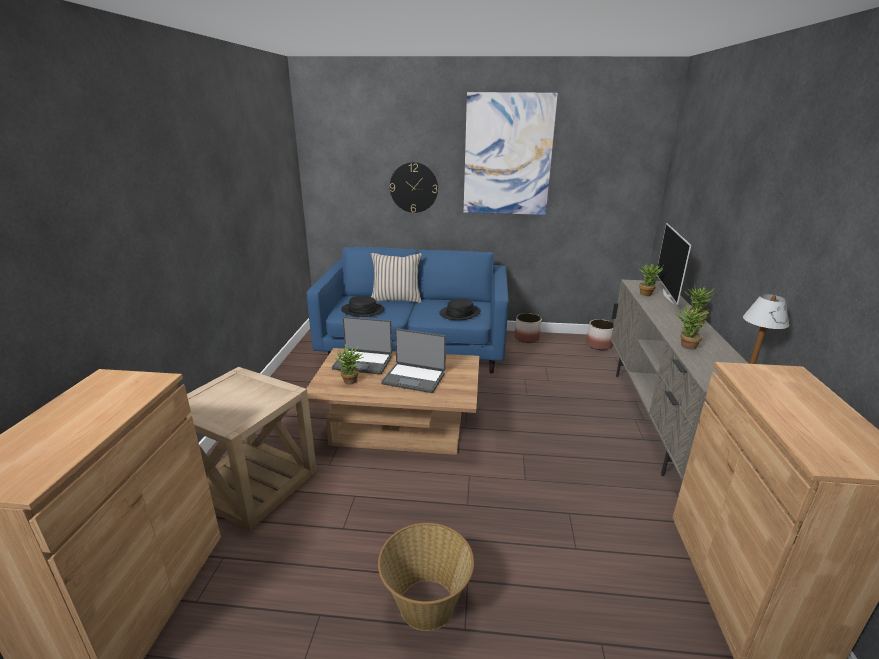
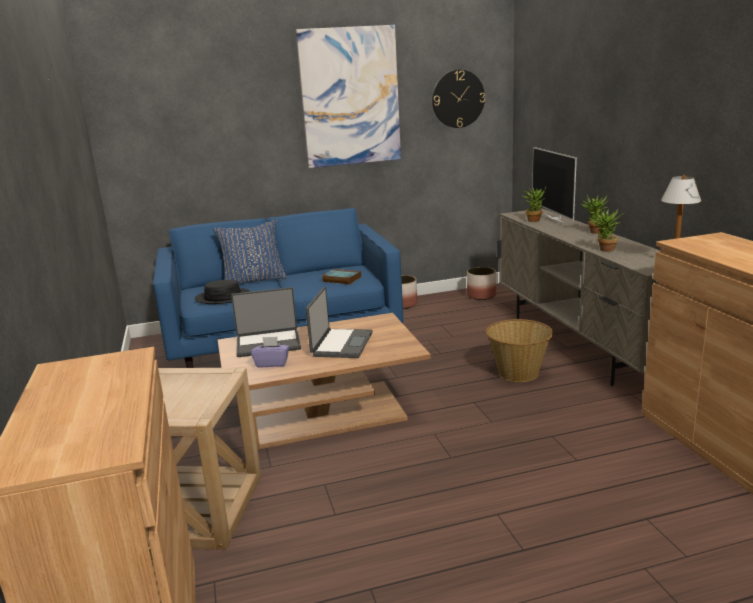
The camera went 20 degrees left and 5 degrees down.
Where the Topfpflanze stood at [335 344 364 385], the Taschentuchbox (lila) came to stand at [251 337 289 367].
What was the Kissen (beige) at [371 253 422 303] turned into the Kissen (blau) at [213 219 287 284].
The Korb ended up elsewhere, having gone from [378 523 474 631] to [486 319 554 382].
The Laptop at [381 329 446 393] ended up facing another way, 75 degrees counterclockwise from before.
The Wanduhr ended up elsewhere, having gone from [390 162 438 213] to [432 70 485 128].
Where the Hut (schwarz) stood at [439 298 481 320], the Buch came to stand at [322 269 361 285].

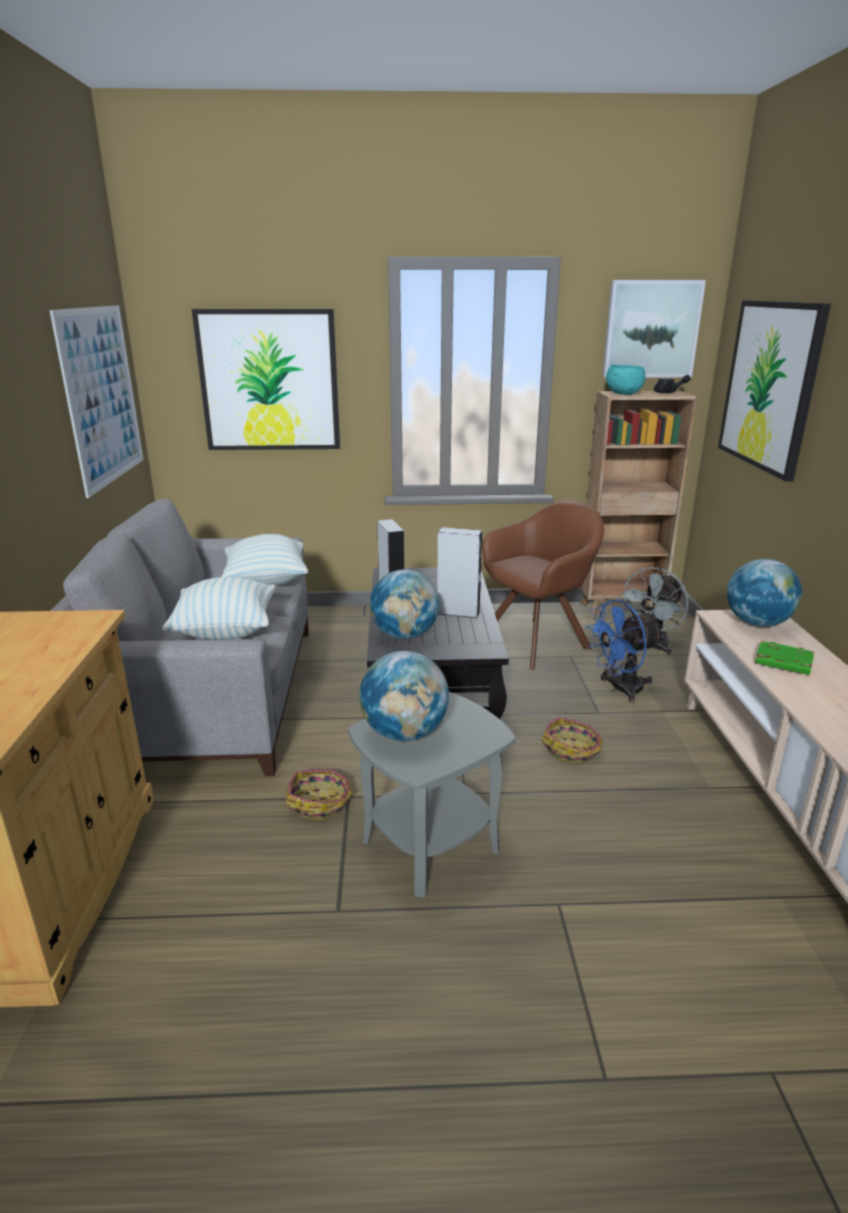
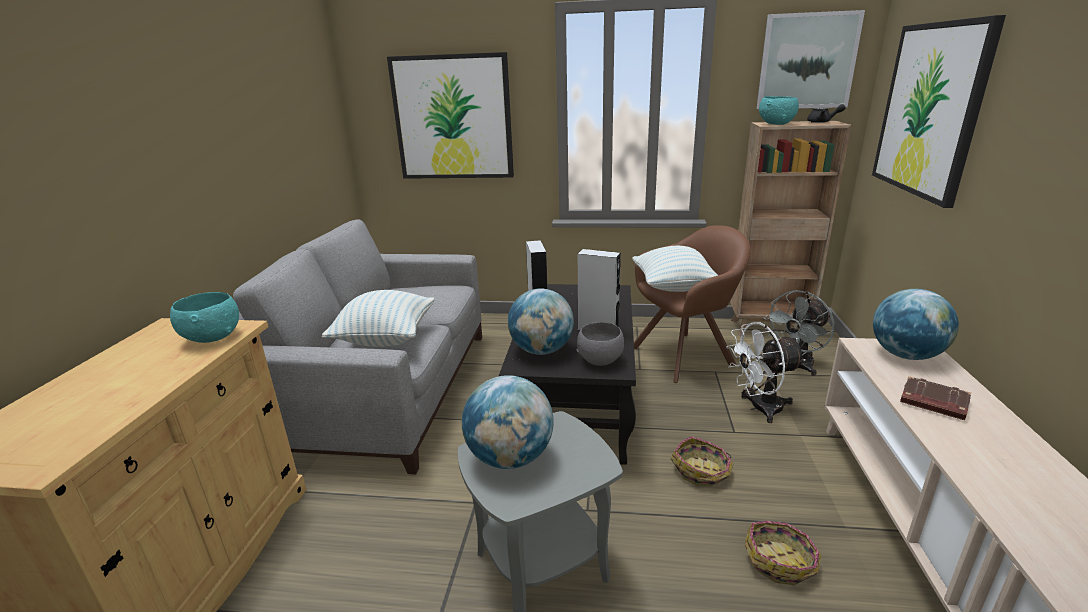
The camera went 10 degrees right and 0 degrees up.
The second view lost the Bild at [50 306 144 498].
The Kissen ended up elsewhere, having gone from [222 534 308 586] to [632 246 718 292].
The Korb ended up elsewhere, having gone from [286 770 352 821] to [745 521 822 585].
What was the Ventilator (blau) at [585 599 665 703] turned into the Ventilator (weiß) at [726 322 806 423].
What was the Buch (grün) at [755 641 814 675] turned into the Buch (braun) at [900 376 971 420].
The second view gained the Schüssel (türkis) at [170 292 239 343].
The second view gained the Schüssel (grau) at [577 322 624 366].

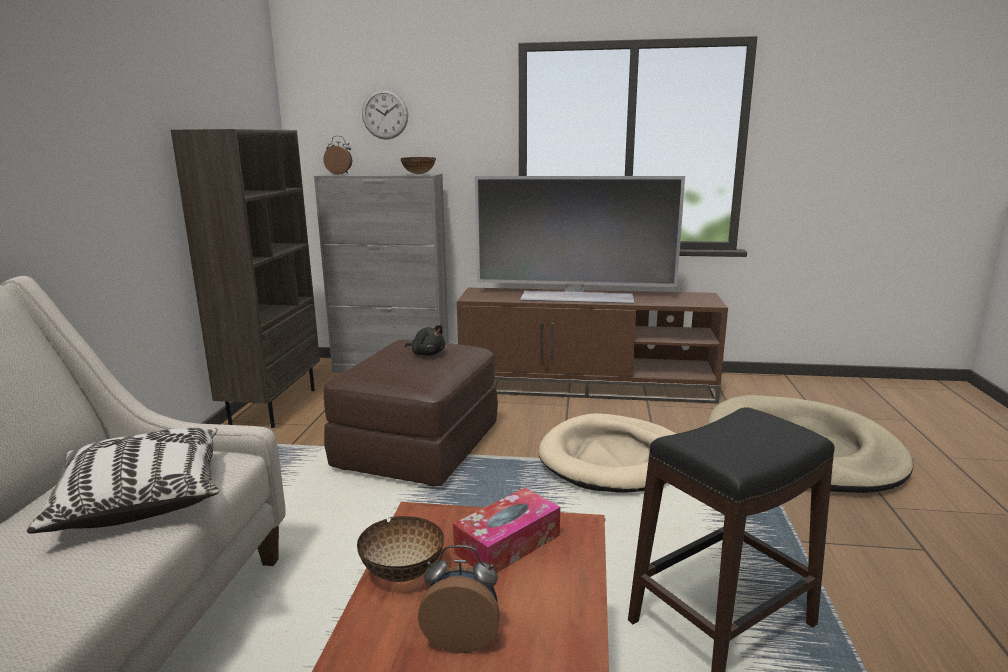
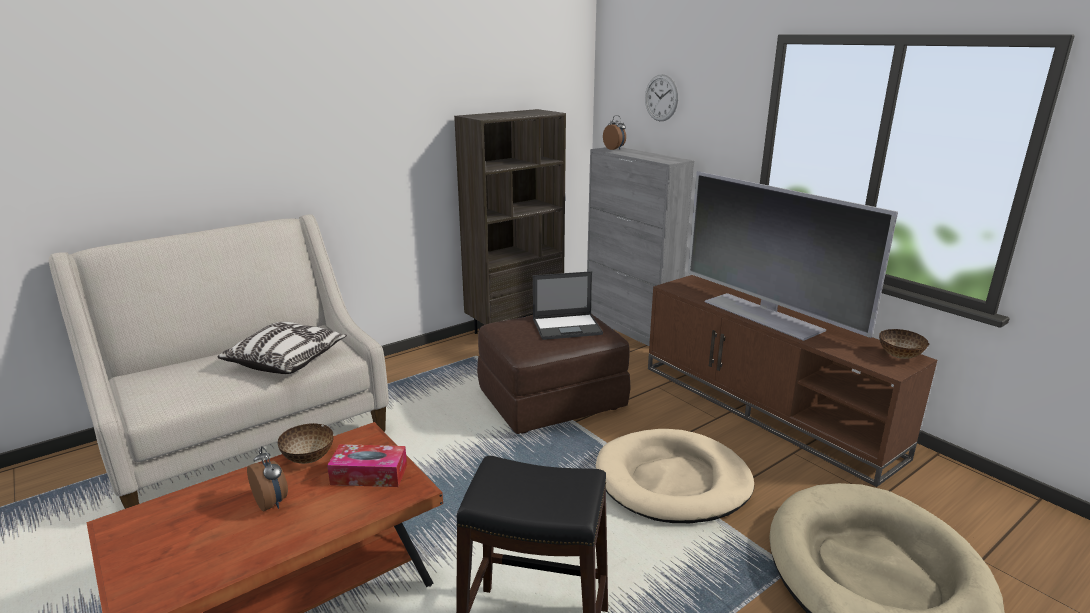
The camera went 45 degrees right and 5 degrees up.
The Schüssel ended up elsewhere, having gone from [401 157 436 174] to [879 329 929 359].
Where the Plüschtier (schwarz) stood at [405 325 445 356], the Laptop came to stand at [533 271 603 340].

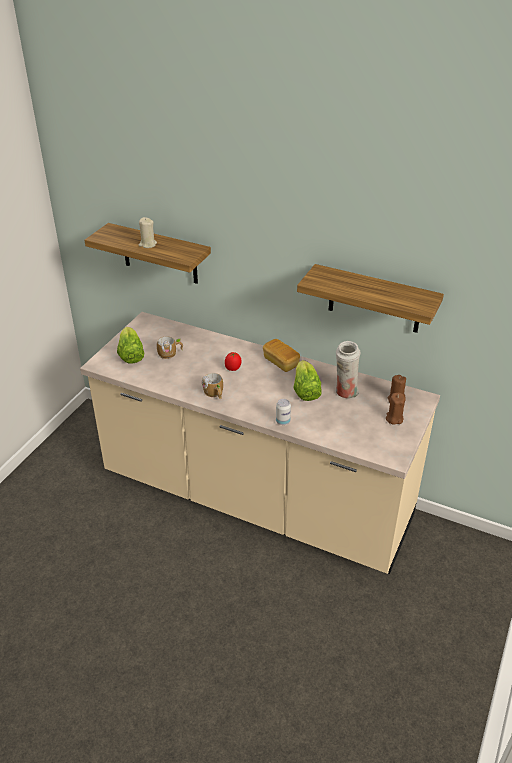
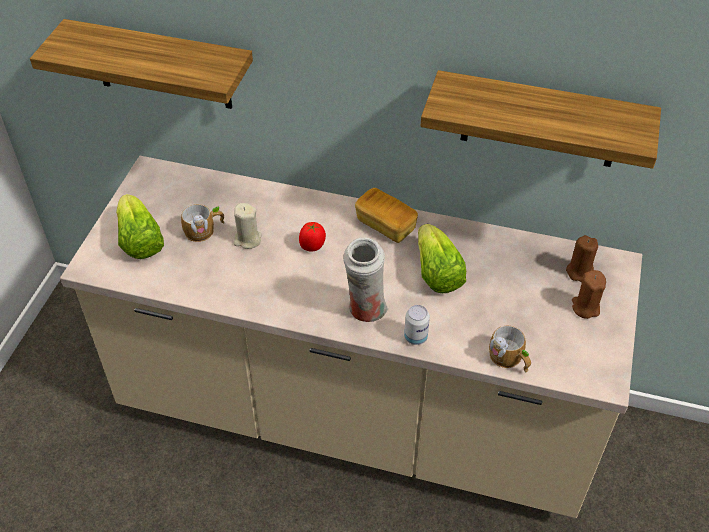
The camera went 10 degrees left and 10 degrees up.
The Kerze (beige) ended up elsewhere, having gone from [139 217 157 248] to [234 203 262 249].
The Henkelbecher ended up elsewhere, having gone from [202 373 223 399] to [489 326 531 372].
The Vase (weiß) ended up elsewhere, having gone from [336 341 361 399] to [343 237 388 322].

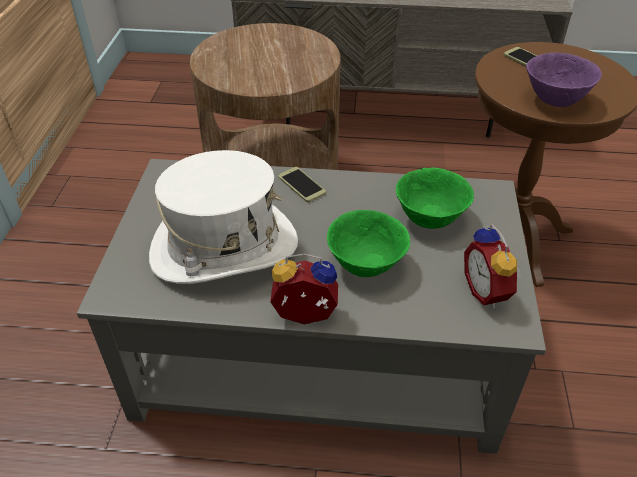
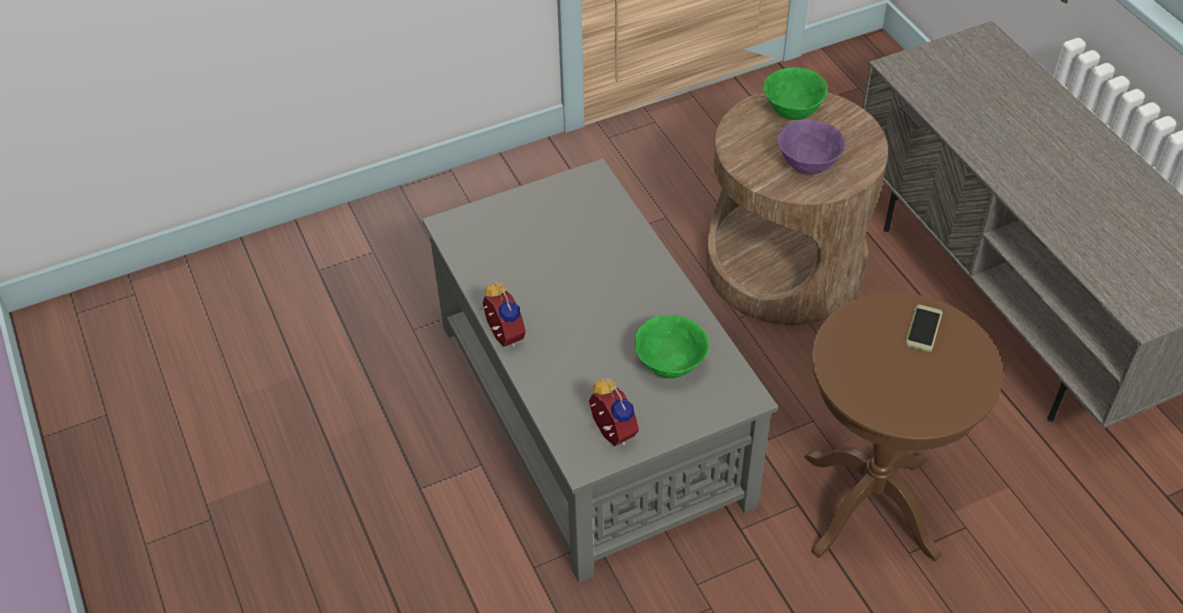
The camera went 60 degrees right and 5 degrees up.
The second view lost the Hut (weiß) at [149 150 298 284].
The second view lost the Handy at [278 167 326 202].
The Schüssel (grün) ended up elsewhere, having gone from [327 210 410 277] to [764 67 828 120].
The Wecker at [464 224 522 308] ended up facing another way, 105 degrees clockwise from before.
The Schüssel (lila) ended up elsewhere, having gone from [526 53 602 107] to [778 119 846 174].

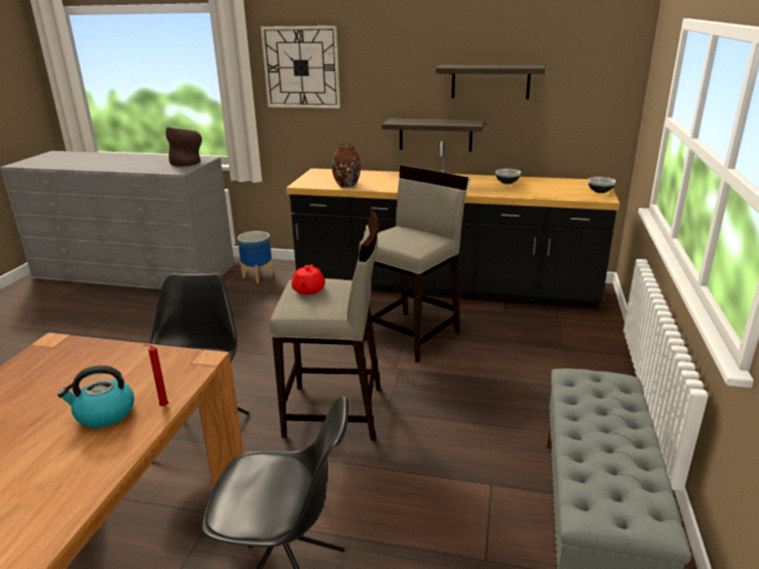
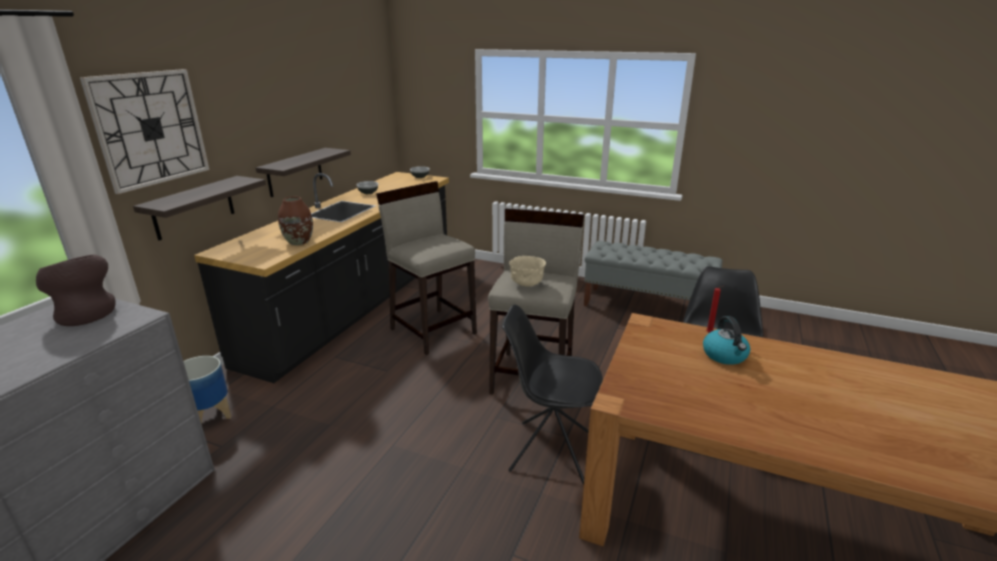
The camera went 80 degrees left and 0 degrees up.
Where the Teekanne (rot) stood at [291 265 325 295], the Schüssel (beige) came to stand at [509 256 546 287].
The Wandregal ended up elsewhere, having gone from [436 65 545 99] to [133 176 266 240].

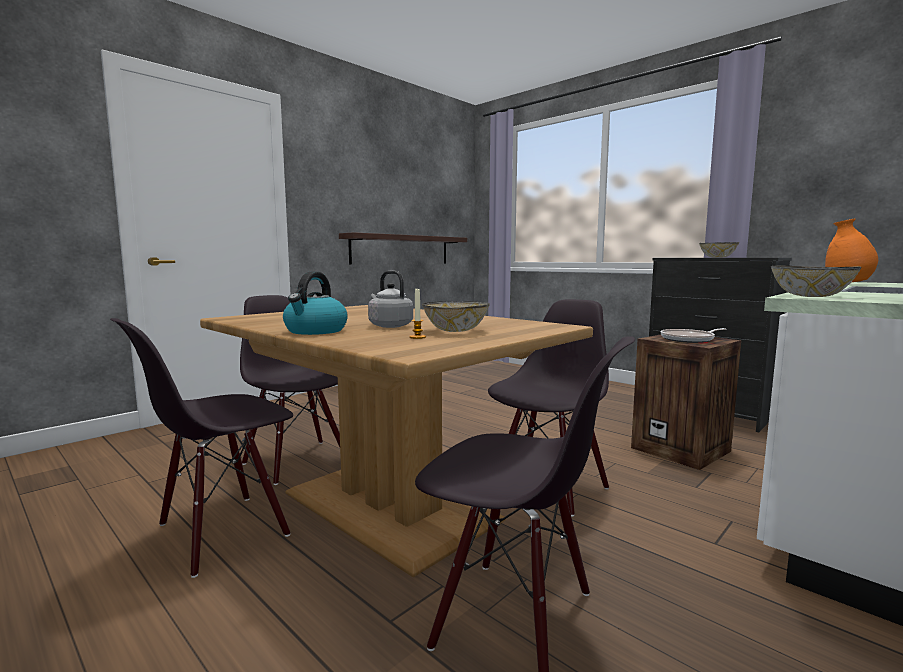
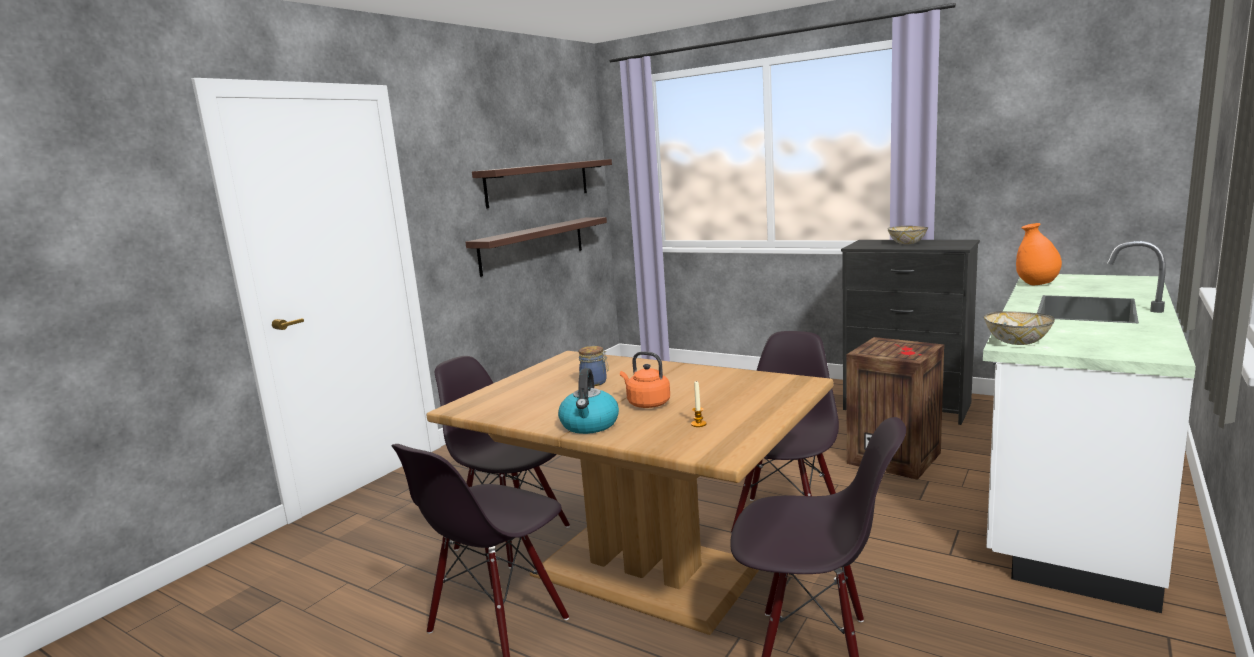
The camera went 10 degrees left and 5 degrees up.
What was the Wasserkessel (grau) at [368 271 413 328] turned into the Wasserkessel (orange) at [620 351 670 408].
The second view lost the Schüssel at [422 301 490 332].
The second view lost the Pfanne at [661 328 726 343].
The second view gained the Wandregal at [472 159 612 209].
The second view gained the Vorratsglas at [578 346 609 386].

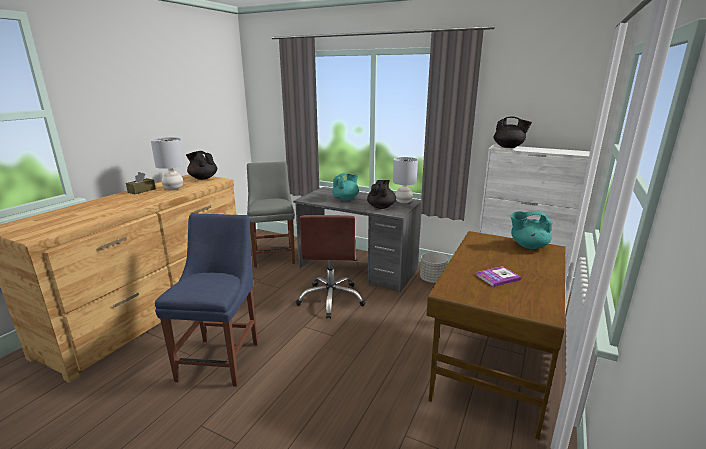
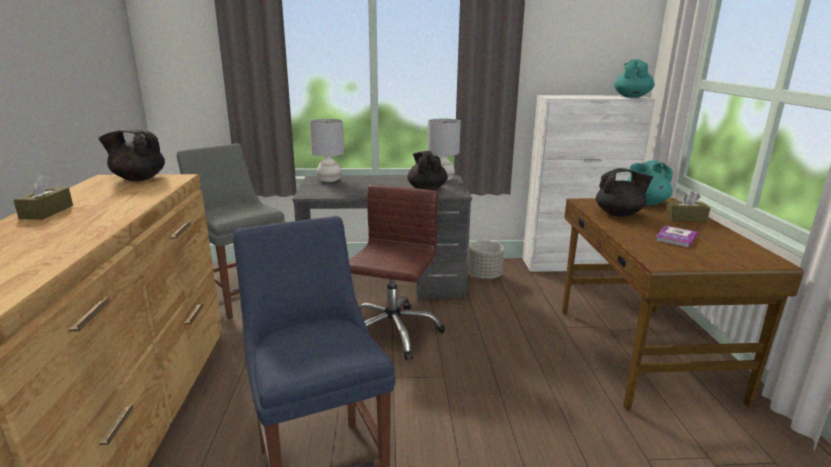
The camera went 30 degrees left and 0 degrees up.
The Tischlampe (grau) ended up elsewhere, having gone from [151 137 184 190] to [309 119 344 182].
The Bürostuhl (braun) at [296 215 366 319] ended up facing another way, 135 degrees counterclockwise from before.
The Teekanne (türkis) ended up elsewhere, having gone from [332 173 359 201] to [614 59 655 98].
The Teekanne (schwarz) ended up elsewhere, having gone from [494 117 532 148] to [596 168 653 216].
The second view gained the Taschentuchbox (braun) at [665 191 710 222].

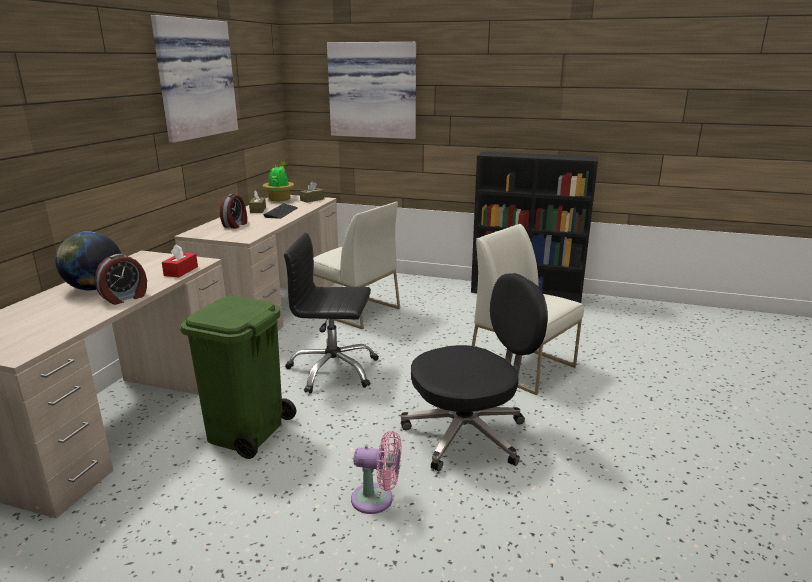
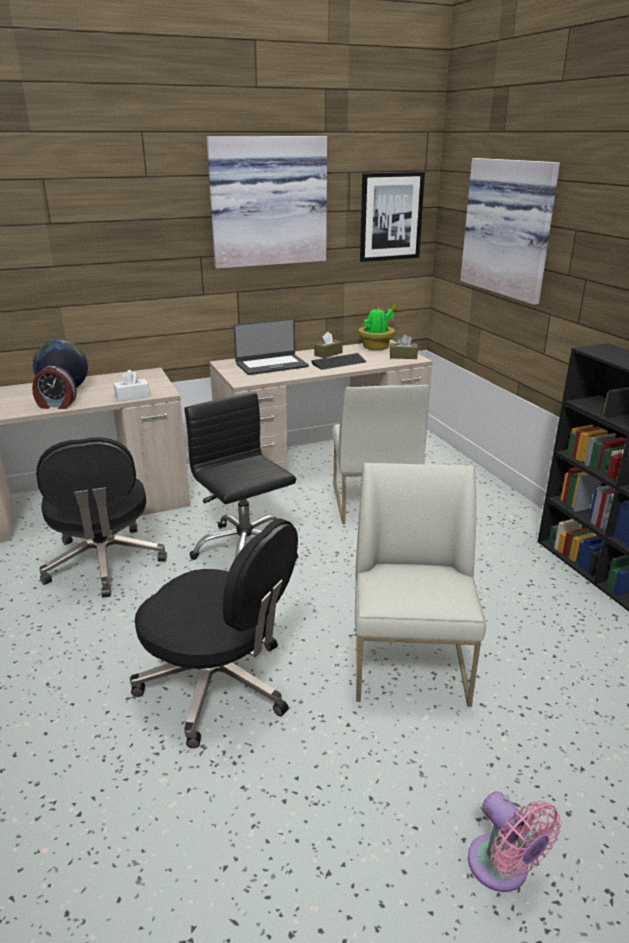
The camera went 50 degrees right and 5 degrees up.
What was the Taschentuchbox (rot) at [162 244 198 277] turned into the Taschentuchbox (weiß) at [113 370 150 401].
Where the Mülleimer (grün) stood at [180 296 296 459], the Bürostuhl (schwarz) came to stand at [36 437 167 597].
Where the Wecker stood at [220 194 247 229], the Laptop came to stand at [233 318 309 375].
The Ventilator (rosa) ended up elsewhere, having gone from [351 431 401 514] to [468 791 561 892].
The second view gained the Bild at [360 172 425 262].

